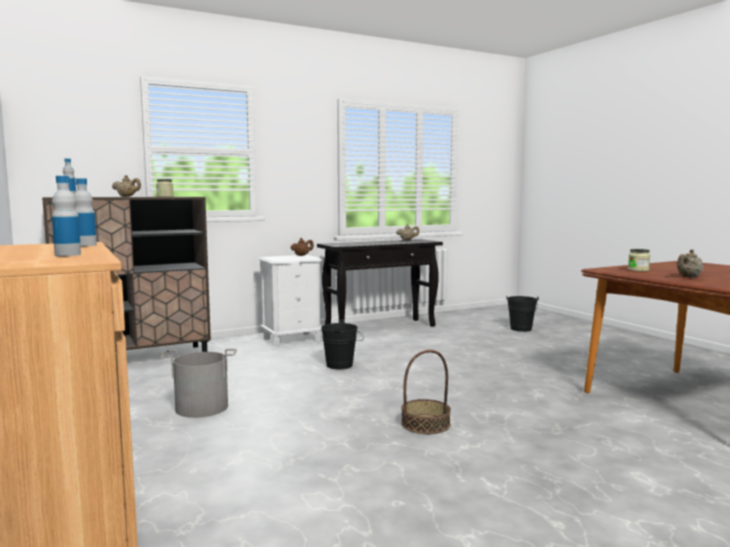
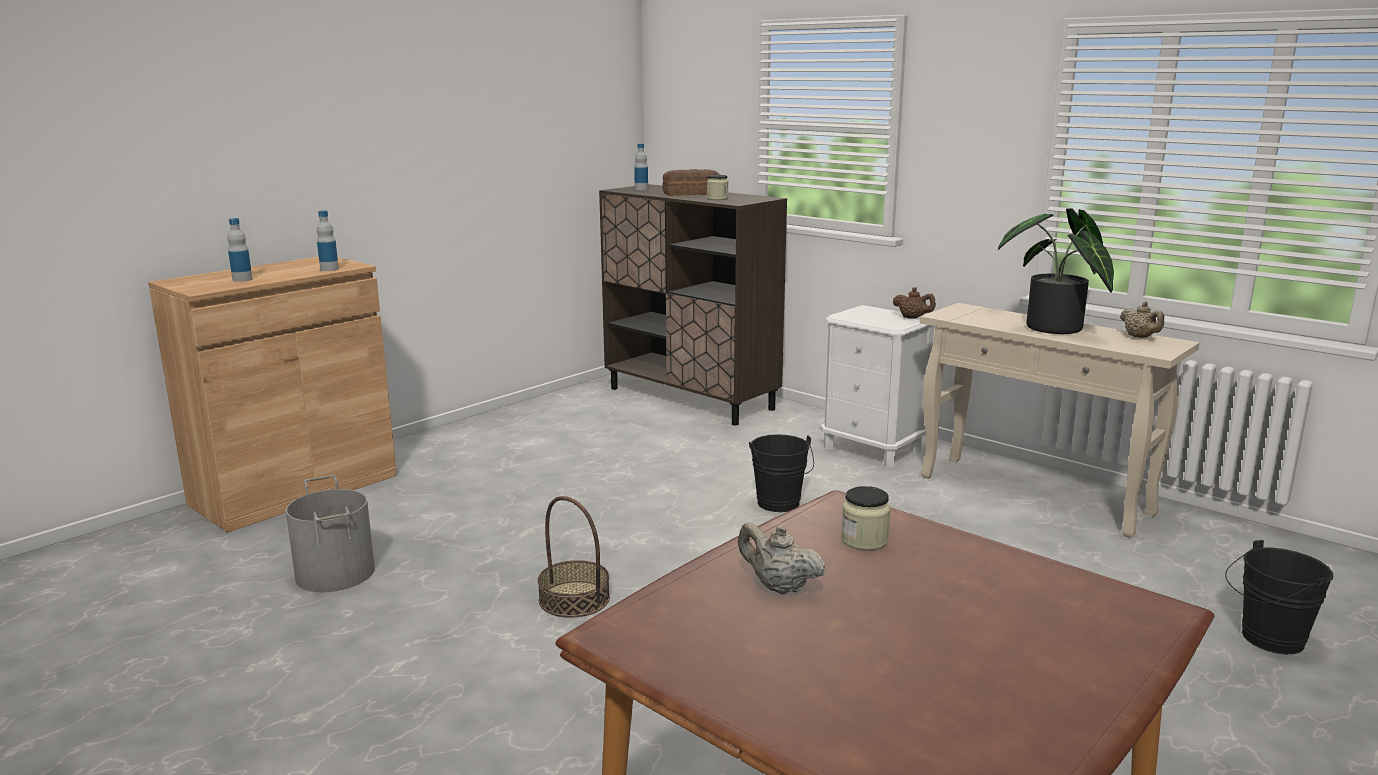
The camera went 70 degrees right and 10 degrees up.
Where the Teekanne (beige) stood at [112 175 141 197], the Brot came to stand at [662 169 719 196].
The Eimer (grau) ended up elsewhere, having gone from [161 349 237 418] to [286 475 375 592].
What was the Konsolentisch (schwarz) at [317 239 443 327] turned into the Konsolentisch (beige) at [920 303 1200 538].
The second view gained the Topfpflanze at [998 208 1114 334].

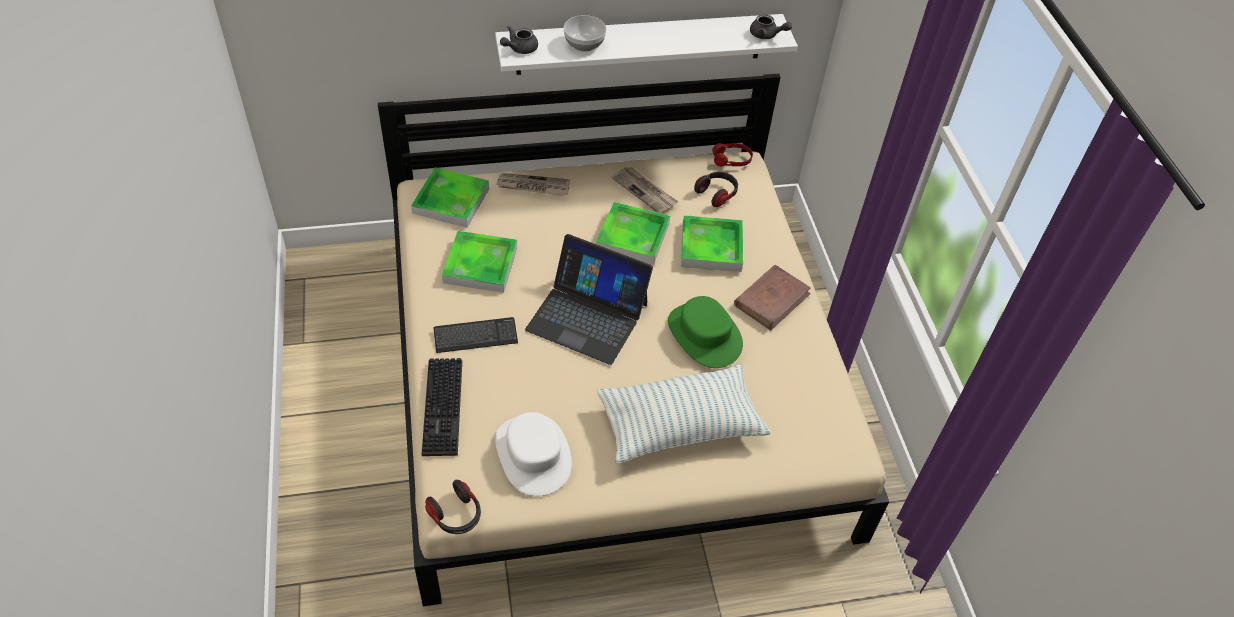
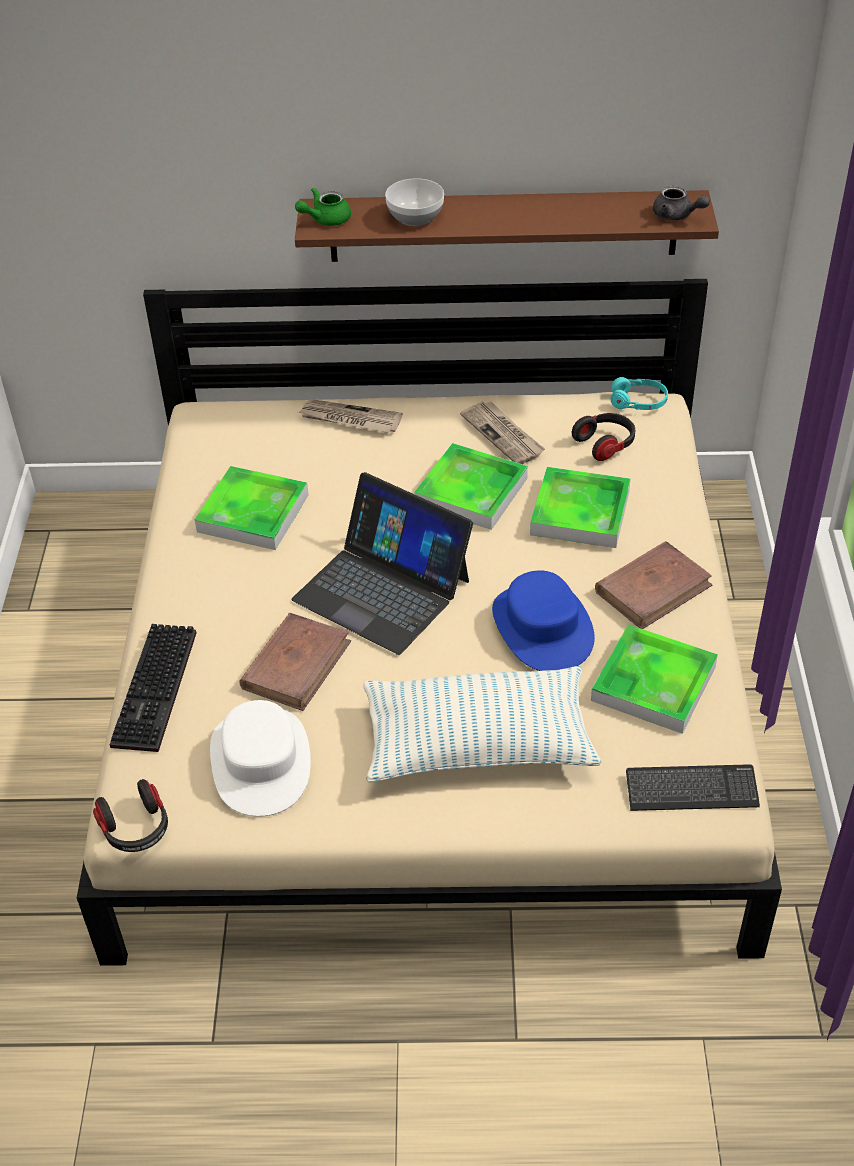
The camera went 15 degrees right and 5 degrees down.
The Tablett ended up elsewhere, having gone from [411 167 489 228] to [591 624 718 734].
The Tastatur ended up elsewhere, having gone from [433 317 518 353] to [626 764 760 811].
What was the Wandregal (weiß) at [495 14 798 75] turned into the Wandregal (braun) at [295 190 719 262].
What was the Teekanne (grau) at [500 25 538 54] turned into the Teekanne (grün) at [295 188 351 226].
What was the Hut (grün) at [668 296 743 368] turned into the Hut (blau) at [492 570 595 671].
What was the Kopfhörer (rot) at [712 143 753 167] turned into the Kopfhörer (türkis) at [611 377 668 410].
The second view gained the Buch (braun) at [239 613 351 711].

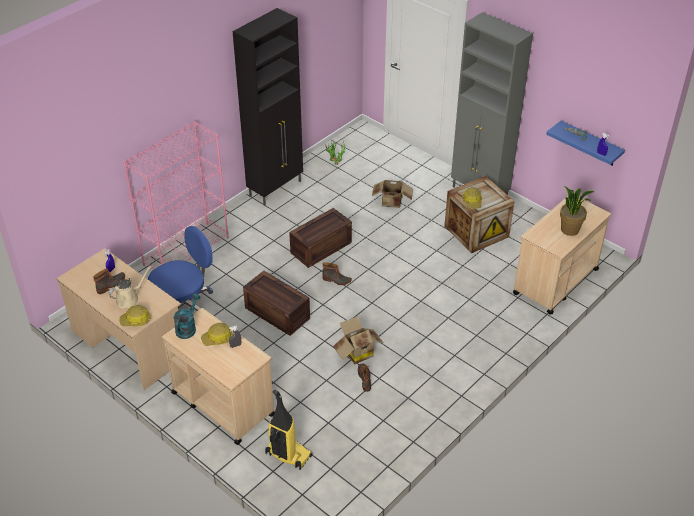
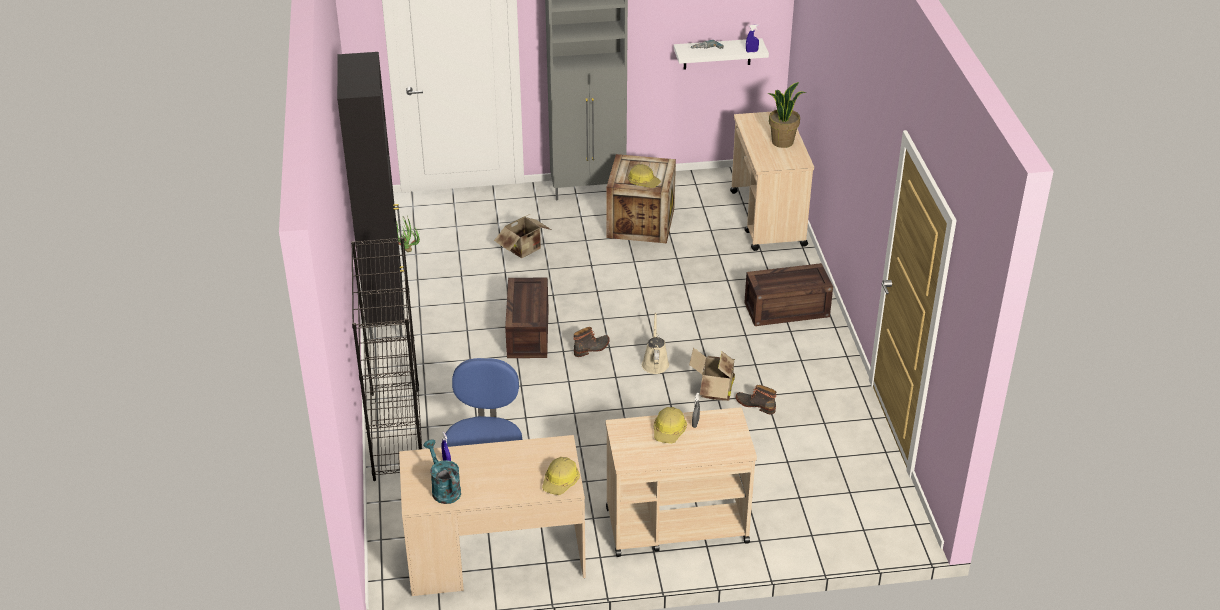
The camera went 50 degrees left and 5 degrees down.
The second view lost the Stiefel at [93 269 125 294].
The Gießkanne (beige) ended up elsewhere, having gone from [108 266 152 309] to [642 313 669 374].
What was the Bücherregal (rosa) at [123 121 229 270] turned into the Bücherregal (schwarz) at [351 237 422 481].
The Gießkanne (türkis) ended up elsewhere, having gone from [174 294 201 339] to [423 440 461 504].
The Kiste ended up elsewhere, having gone from [243 271 310 336] to [744 263 833 326].
The second view lost the Staubsauger at [265 390 313 470].
What was the Wandregal (blau) at [546 121 625 166] turned into the Wandregal (weiß) at [674 38 769 70].

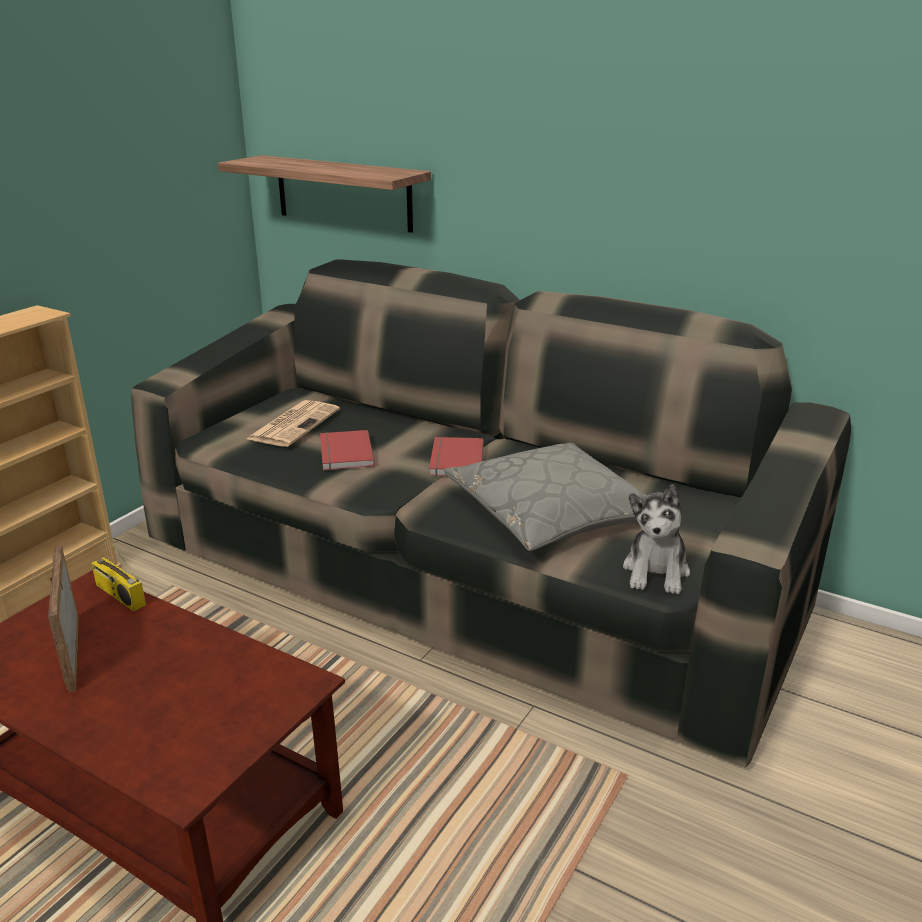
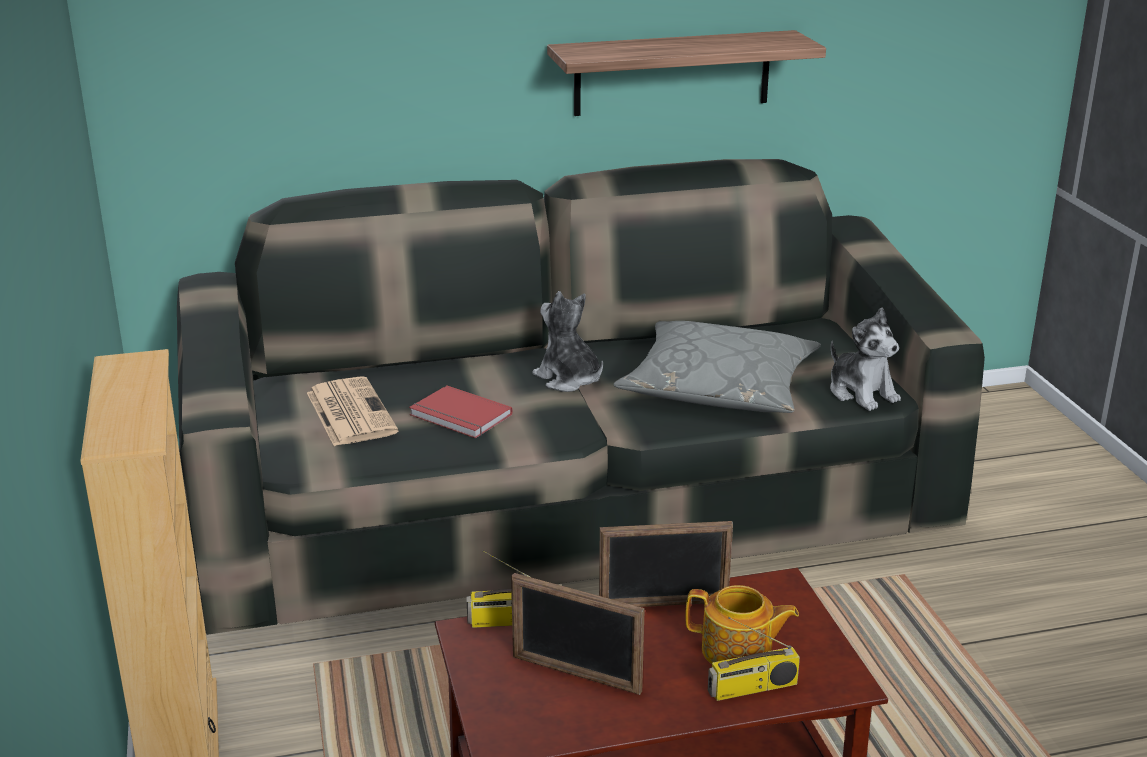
The camera went 45 degrees left and 0 degrees up.
The Wandregal ended up elsewhere, having gone from [218 155 431 233] to [547 30 826 116].
Where the Buch (rot) stood at [429 437 484 476], the Plüschtier came to stand at [532 291 603 392].
The second view gained the Bilderrahmen at [599 521 733 607].
The second view gained the Teekanne at [685 585 799 664].
The second view gained the Radio at [708 617 800 701].

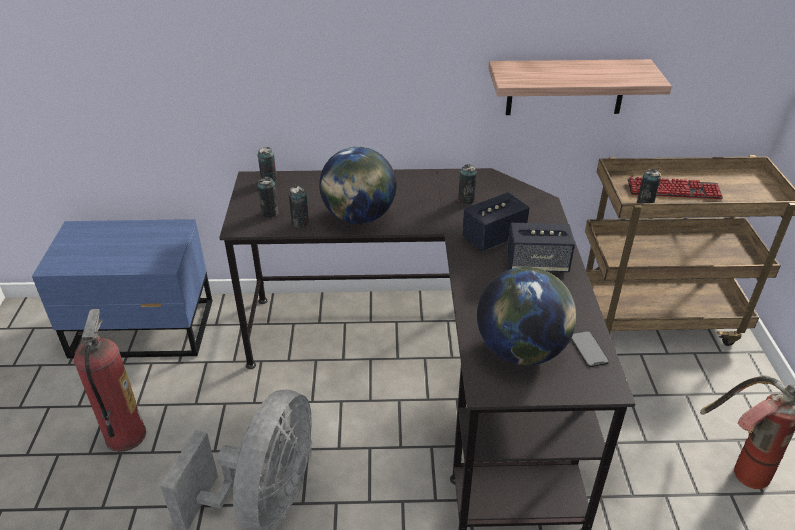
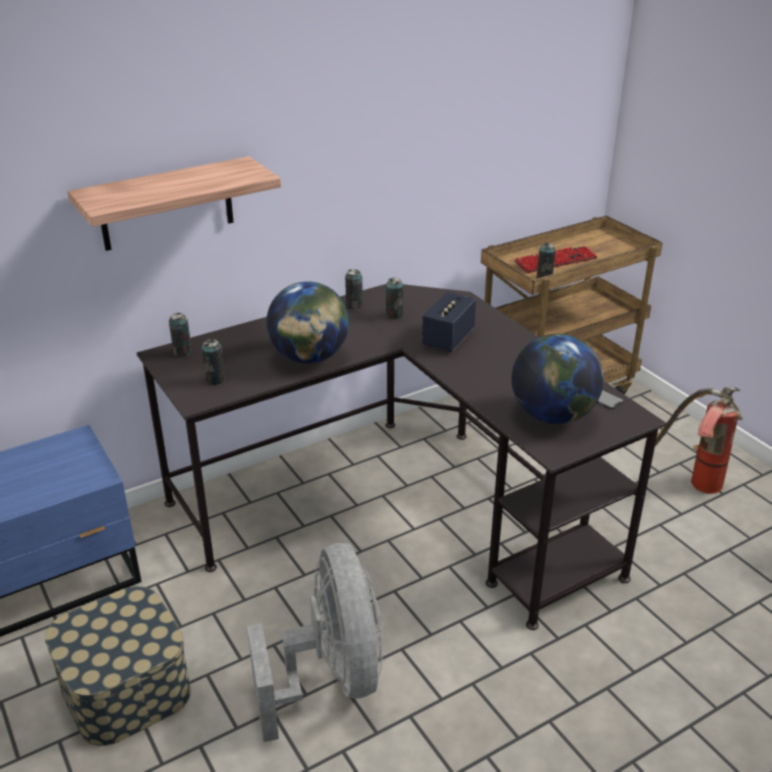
The camera went 30 degrees left and 5 degrees down.
Where the Feuerlöscher stood at [74 309 146 452], the Aufbewahrungsbox came to stand at [45 586 191 746].
The Dose ended up elsewhere, having gone from [289 186 309 228] to [345 269 363 310].
The Wandregal ended up elsewhere, having gone from [488 59 672 115] to [68 156 281 251].
The second view lost the Lautsprecher at [507 223 575 273].

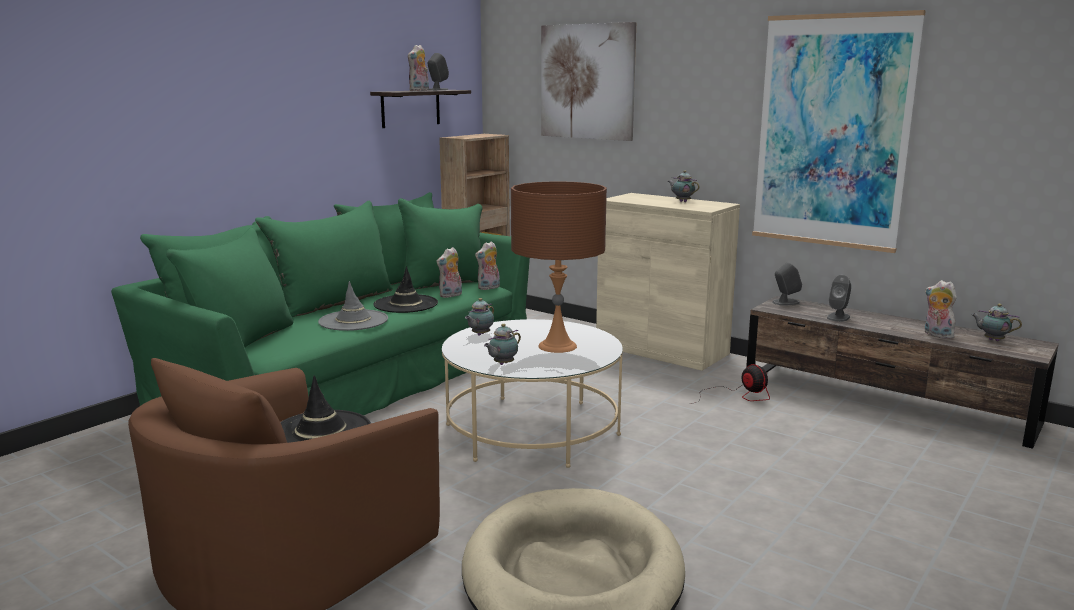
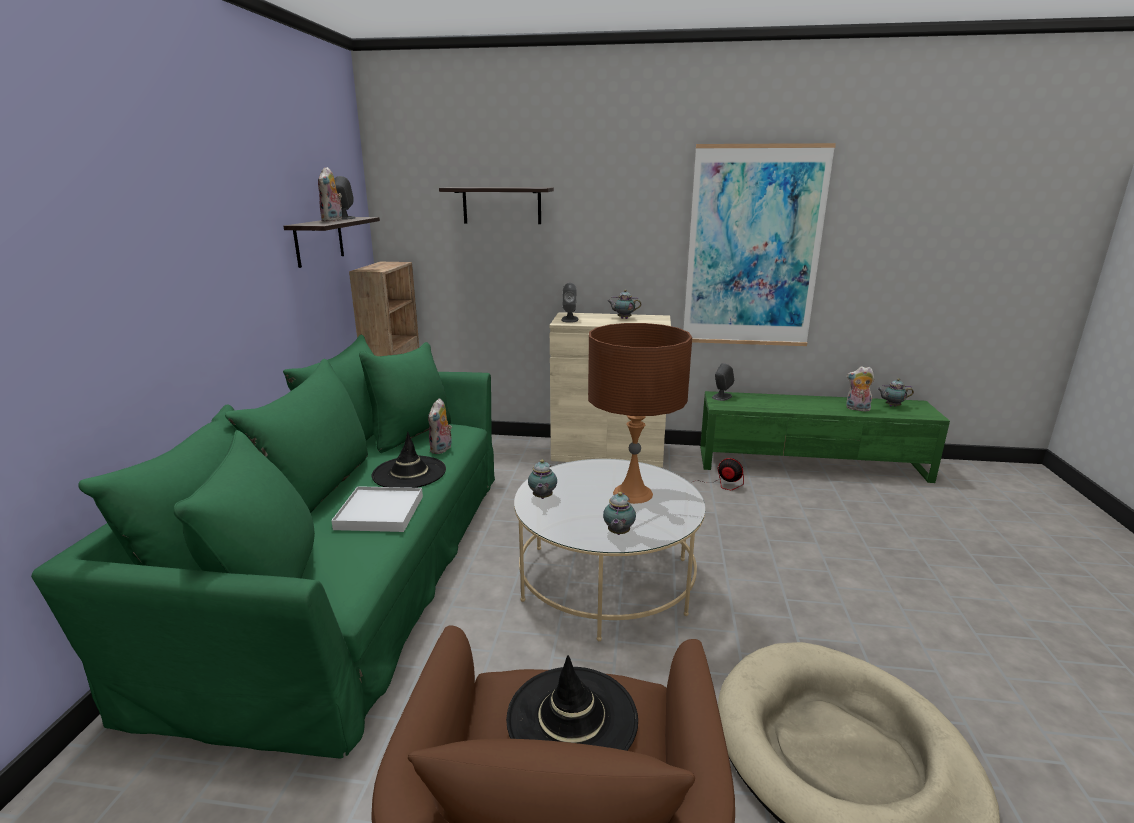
The camera went 30 degrees left and 5 degrees up.
Where the Hut (grau) stood at [318 281 388 331], the Tablett (weiß) came to stand at [331 486 423 532].
The second view lost the Plüschtier at [475 241 500 290].
Where the Bild hung at [541 22 636 141], the Wandregal came to hang at [439 187 554 224].
What was the Fernsehschrank (braun) at [746 296 1059 449] turned into the Fernsehschrank (grün) at [700 391 950 483].
The Lautsprecher (grau) ended up elsewhere, having gone from [827 275 851 322] to [561 283 578 322].

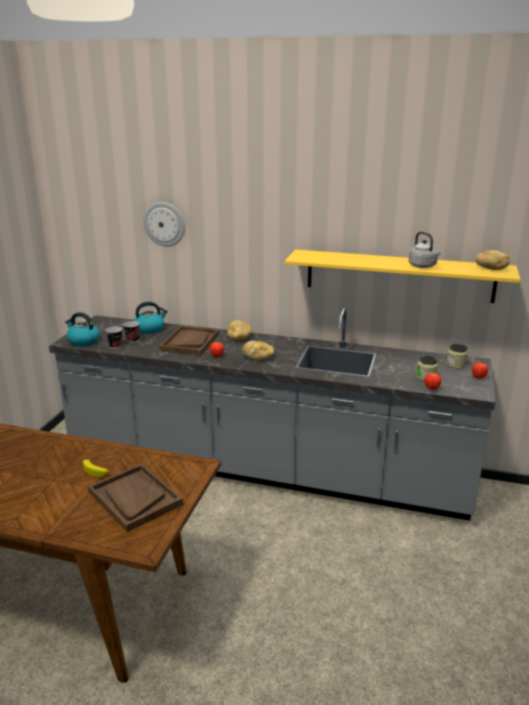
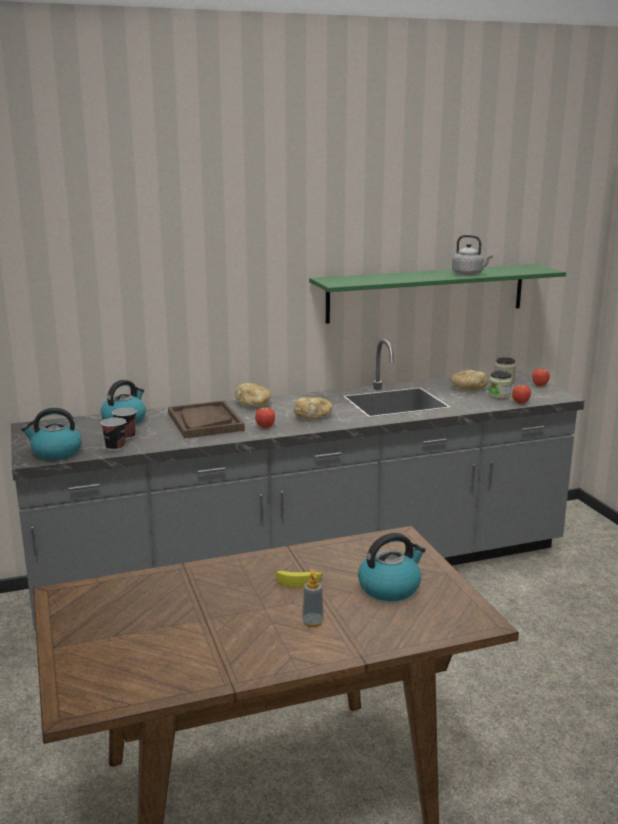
The camera went 35 degrees left and 5 degrees down.
Where the Tablett (braun) stood at [88 463 183 532], the Wasserkessel came to stand at [358 533 426 601].
The second view lost the Wanduhr at [143 202 185 247].
What was the Wandregal (gelb) at [285 250 521 303] turned into the Wandregal (grün) at [309 264 566 324].
The Brot ended up elsewhere, having gone from [476 250 510 270] to [450 370 488 391].
The second view gained the Seifenspender at [302 569 324 627].

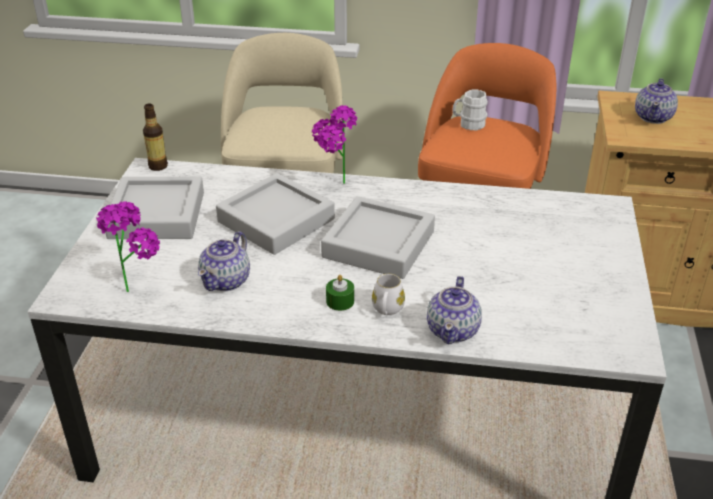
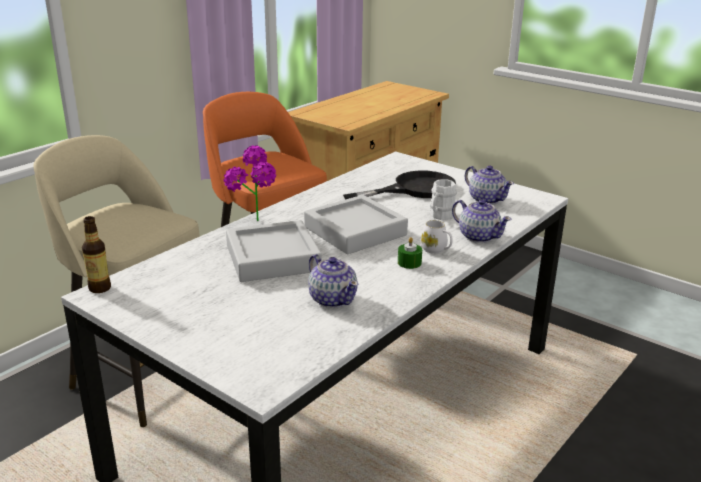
The camera went 60 degrees left and 10 degrees down.
The second view lost the Topfpflanze at [96 201 160 292].
The second view lost the Tablett (grau) at [104 177 204 239].
The Henkelbecher (weiß) ended up elsewhere, having gone from [452 90 488 130] to [430 179 457 220].
The Teekanne ended up elsewhere, having gone from [635 78 678 124] to [465 166 514 204].
The second view gained the Pfanne (schwarz) at [343 170 456 199].

